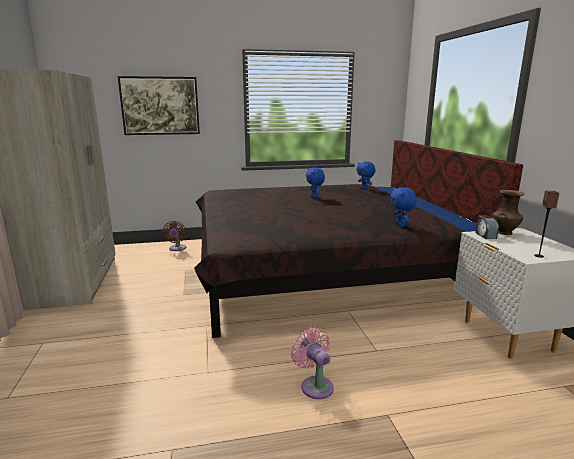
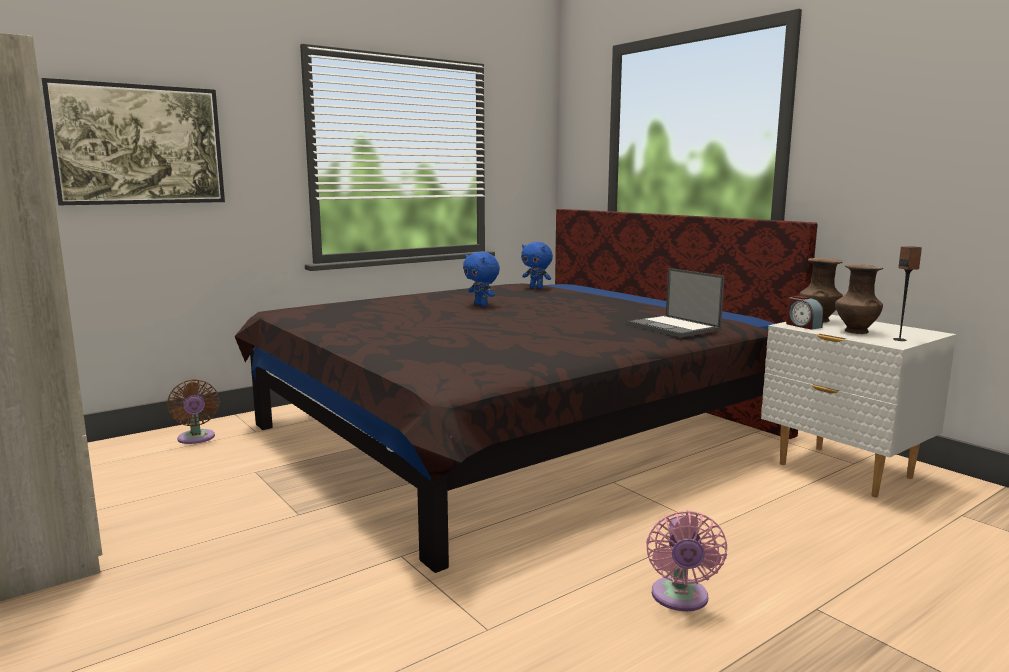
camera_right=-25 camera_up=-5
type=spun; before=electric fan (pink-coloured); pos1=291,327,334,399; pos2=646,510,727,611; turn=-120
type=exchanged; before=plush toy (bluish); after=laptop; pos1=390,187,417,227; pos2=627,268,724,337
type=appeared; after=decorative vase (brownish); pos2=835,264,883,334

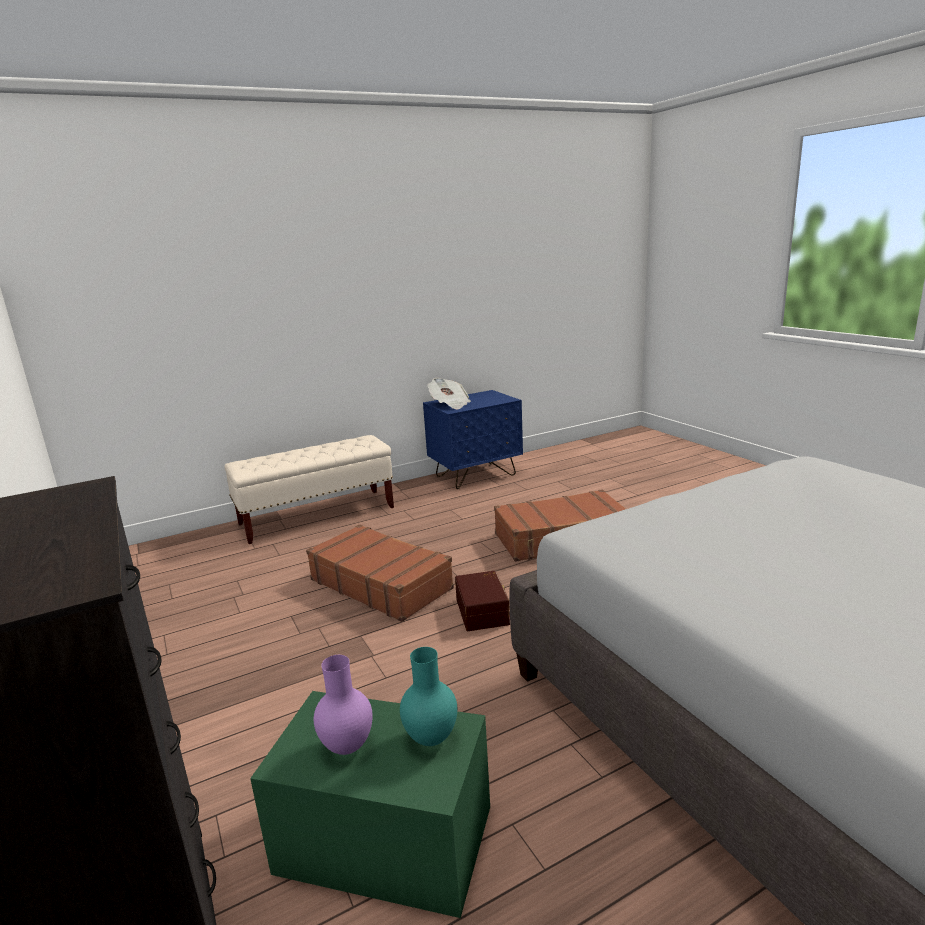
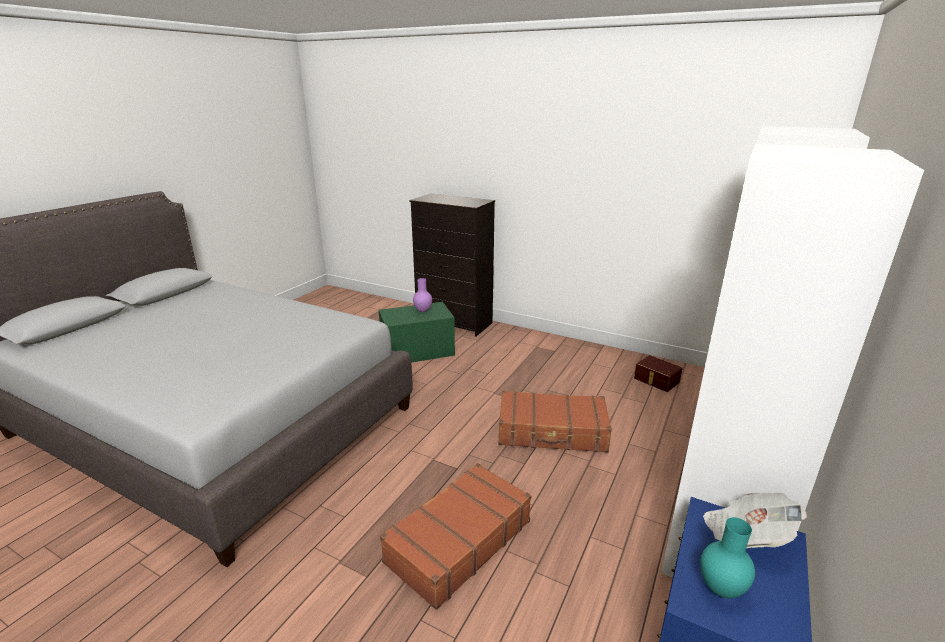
camera_right=145 camera_up=5
type=exchanged; before=long seat (beige); after=wardrobe (white); pos1=225,435,394,544; pos2=661,126,924,578
type=relocated; before=decorative vase (turquoise); pos1=400,647,457,746; pos2=700,517,755,598
type=relocated; before=storage container (brownish); pos1=455,571,510,631; pos2=634,355,682,392

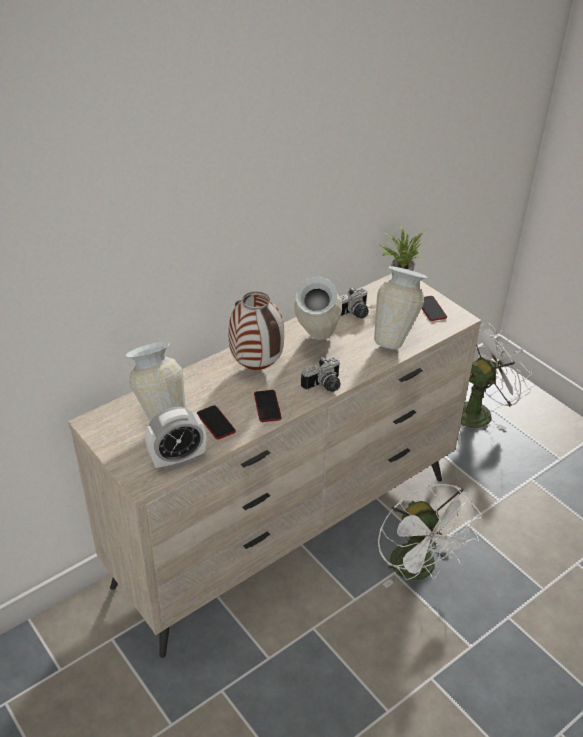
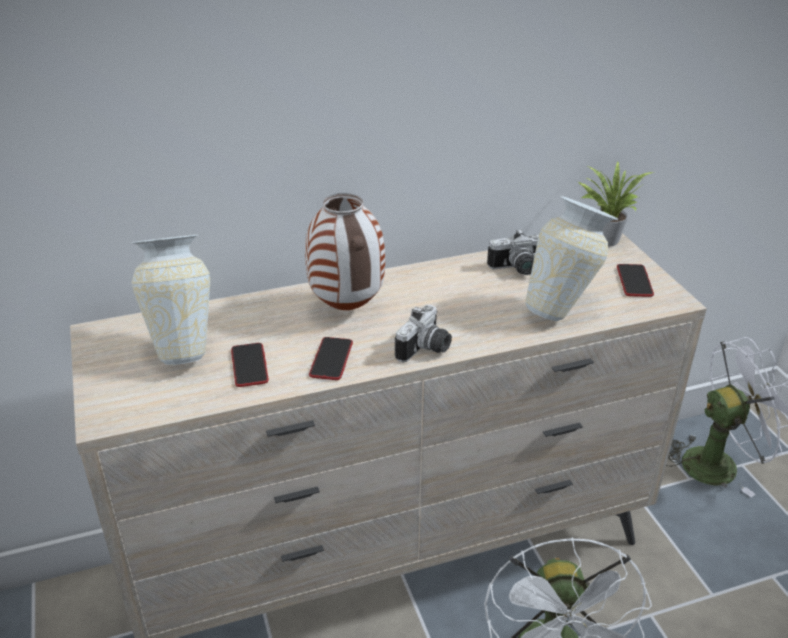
camera_right=20 camera_up=-5
type=missing; before=bedside clock; pos1=145,407,206,470
type=missing; before=decorative vase; pos1=294,277,342,340
type=spun; before=still camera; pos1=301,357,340,392; pos2=395,305,452,362; turn=-45

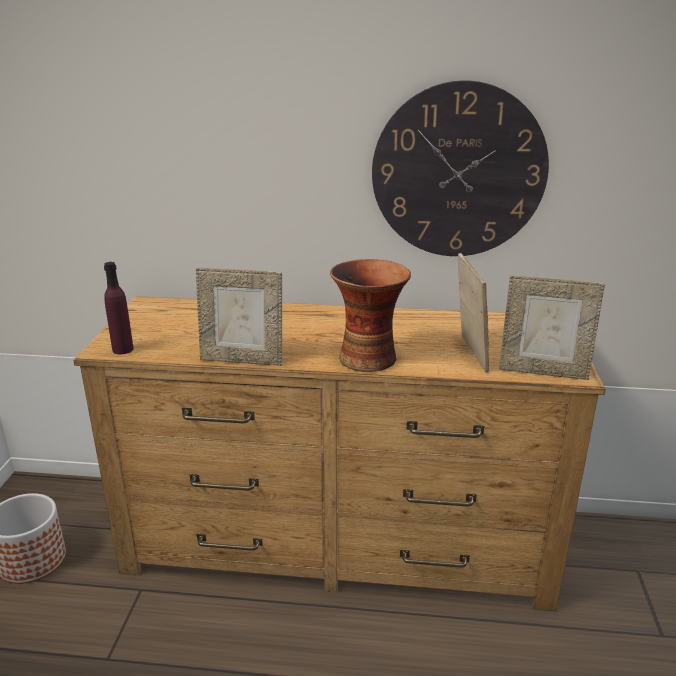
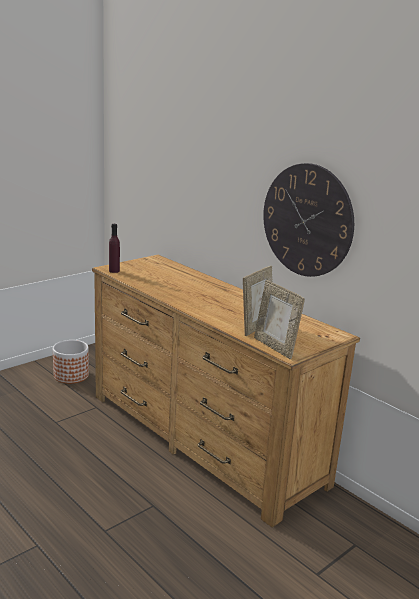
camera_right=40 camera_up=-5
type=missing; before=picture frame; pos1=196,267,282,366
type=missing; before=decorative vase; pos1=330,259,411,372

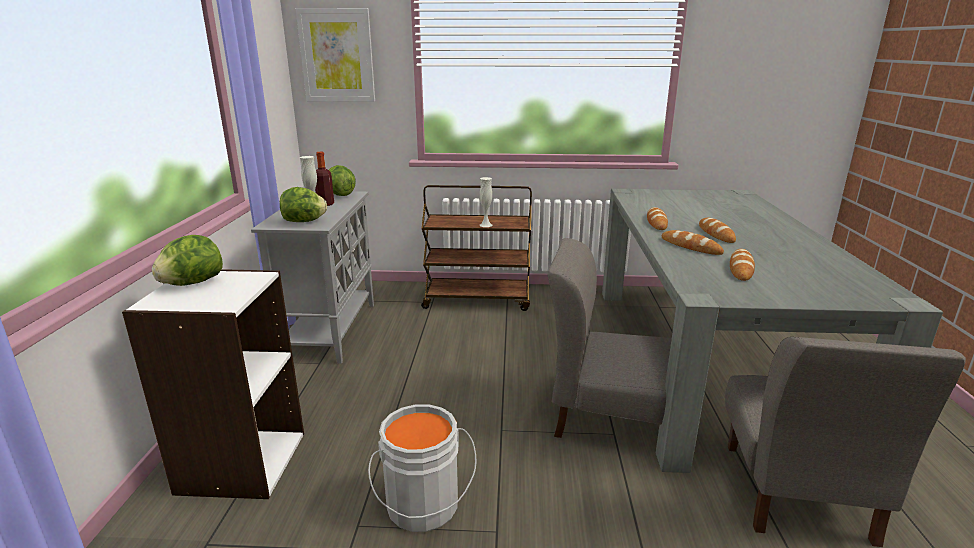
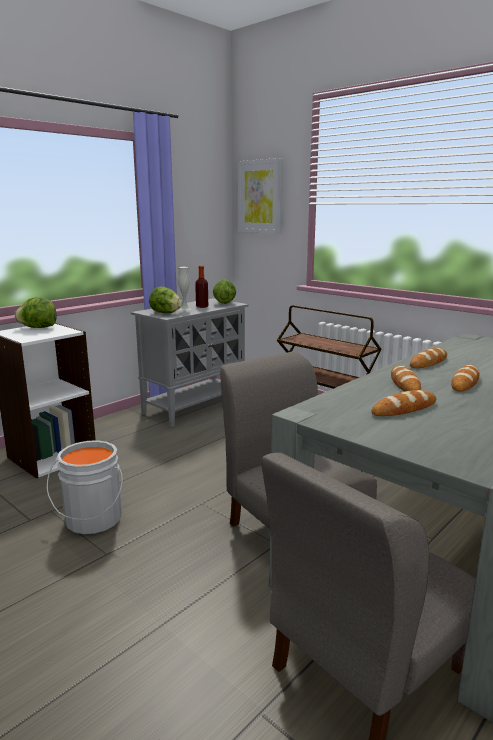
camera_right=40 camera_up=-5
type=missing; before=decorative vase (white); pos1=479,177,493,227

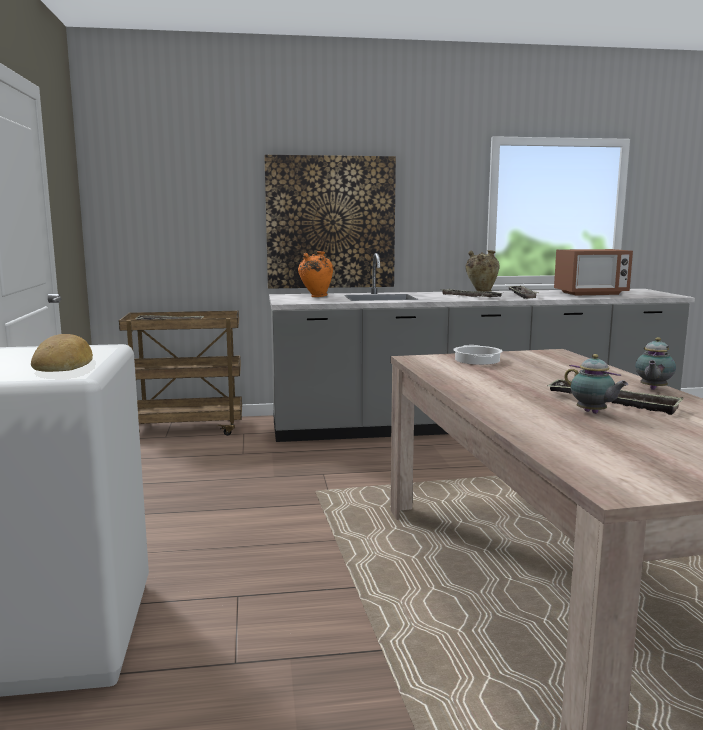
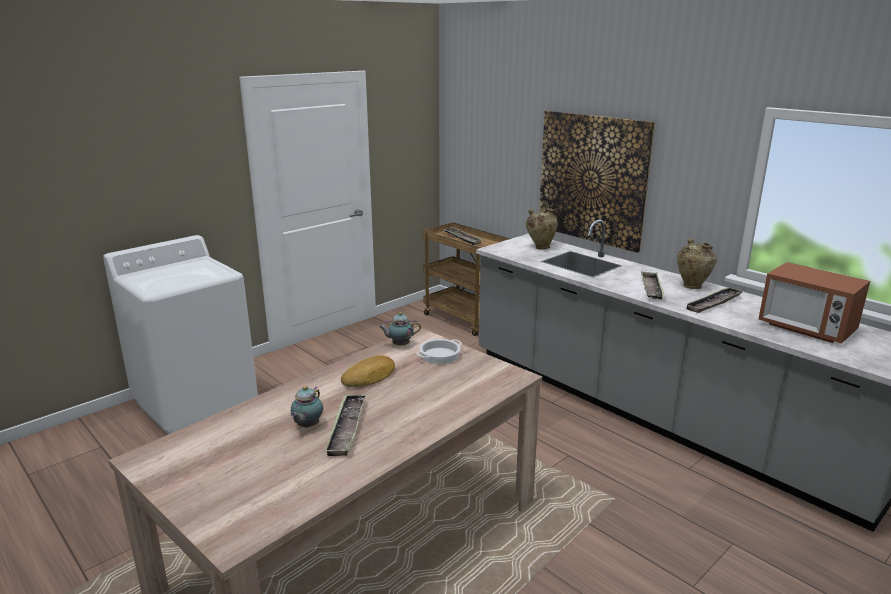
camera_right=55 camera_up=10
type=relocated; before=baked bread; pos1=31,334,93,372; pos2=341,355,395,388
type=colour; before=decorative vase (orange-coloured); after=decorative vase (beige); pos1=298,251,333,297; pos2=526,208,558,249
type=relocated; before=teapot; pos1=635,337,676,390; pos2=378,312,421,345

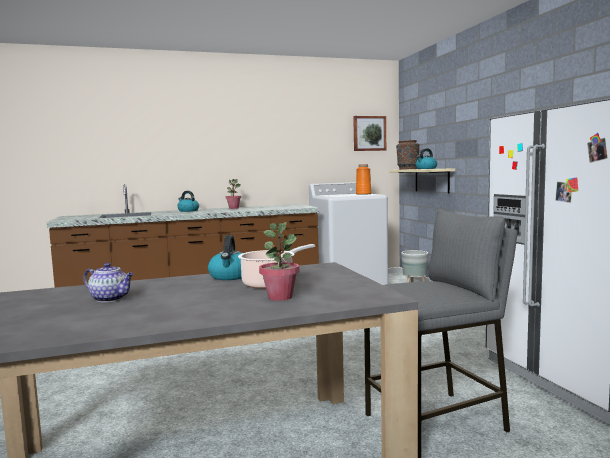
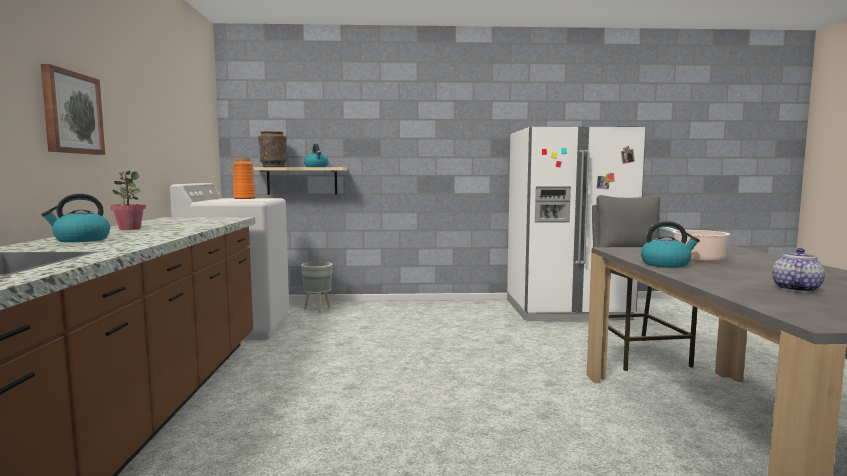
camera_right=-75 camera_up=0
type=missing; before=plant in a pot; pos1=259,222,299,301
type=relocated; before=wall art; pos1=353,116,386,151; pos2=41,64,105,155

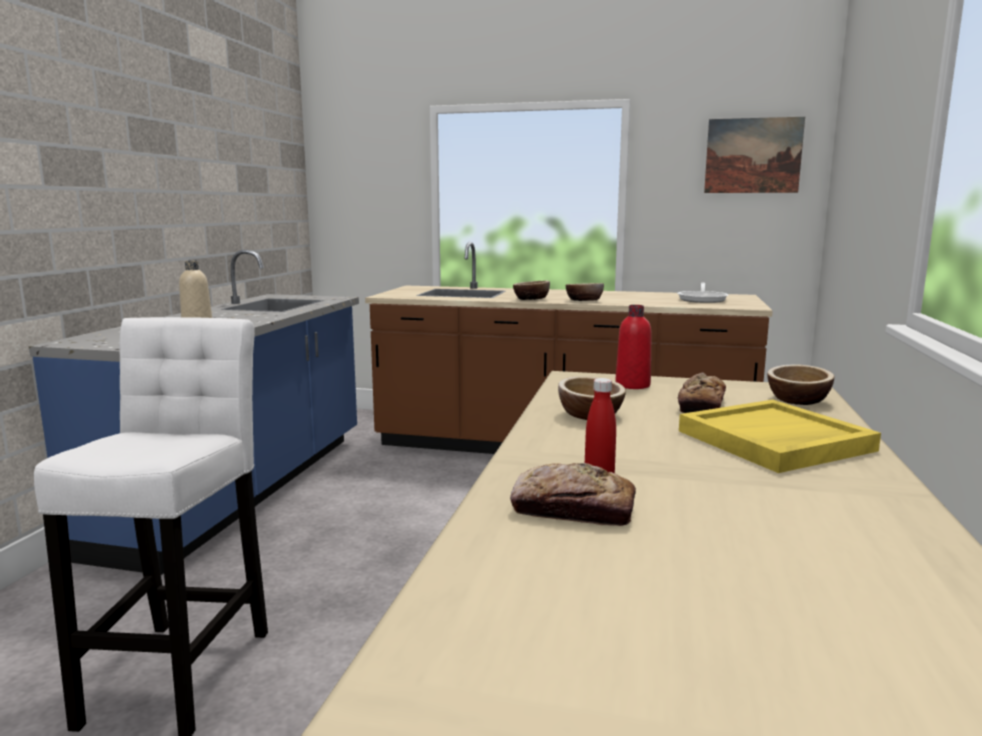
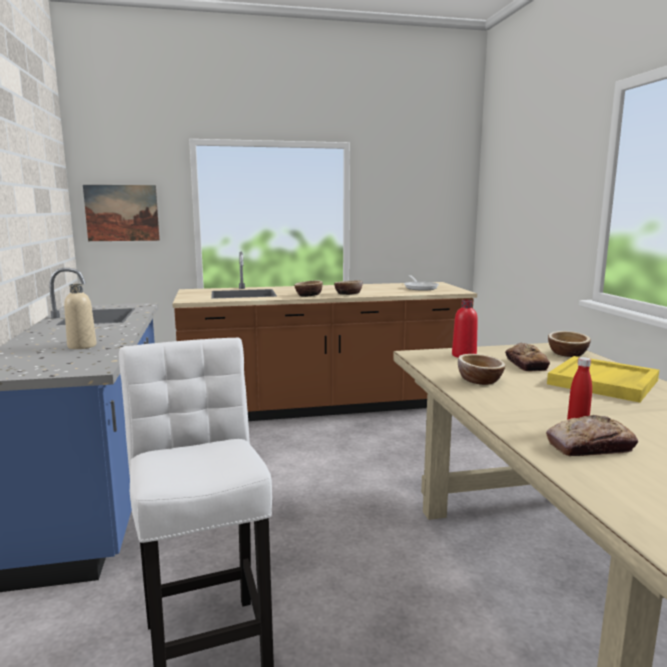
camera_right=-25 camera_up=0
type=relocated; before=wall art; pos1=704,117,805,193; pos2=83,185,160,241

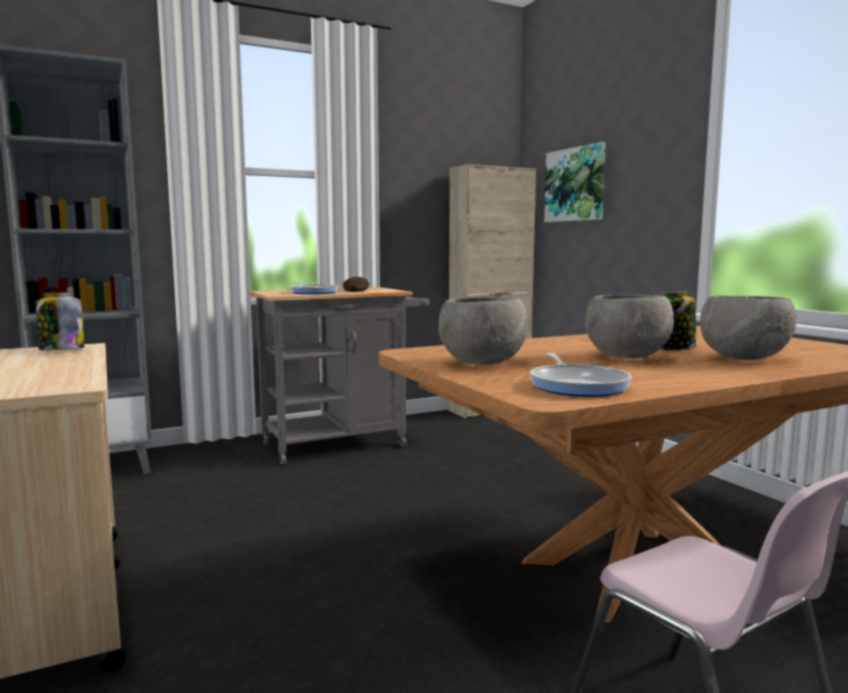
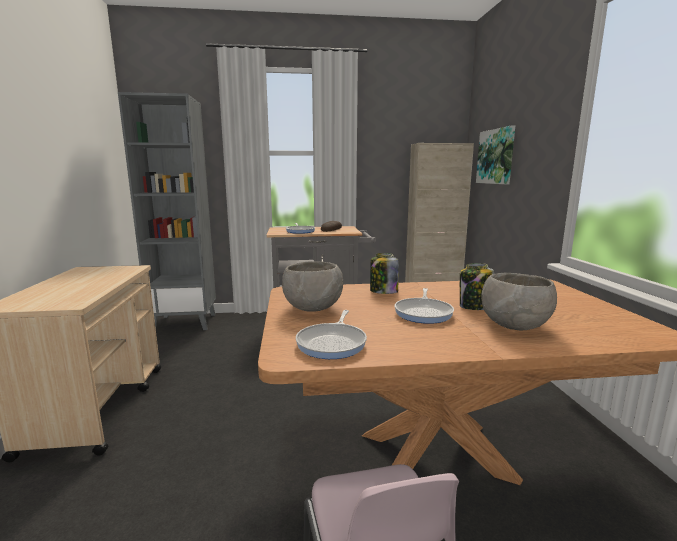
camera_right=20 camera_up=5
type=relocated; before=storage jar; pos1=35,292,84,350; pos2=370,253,399,294
type=exchanged; before=serving bowl (gray); after=frying pan; pos1=585,295,674,358; pos2=395,288,454,324

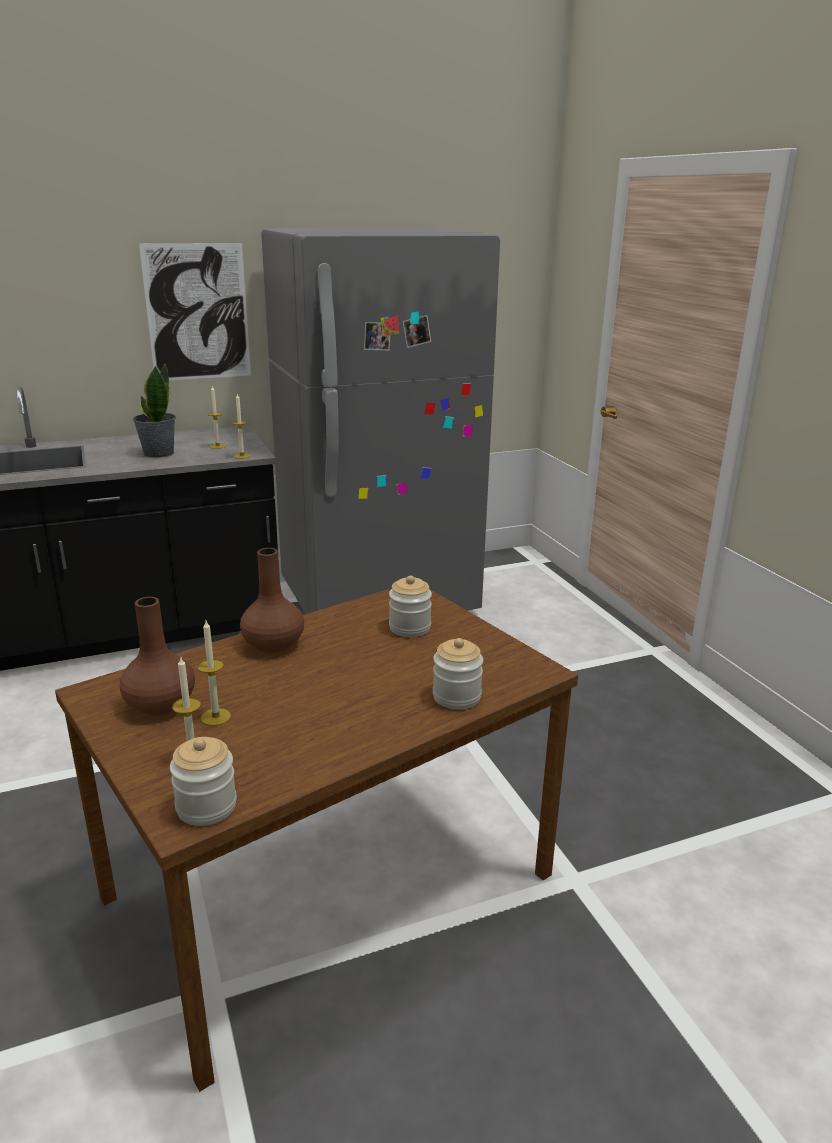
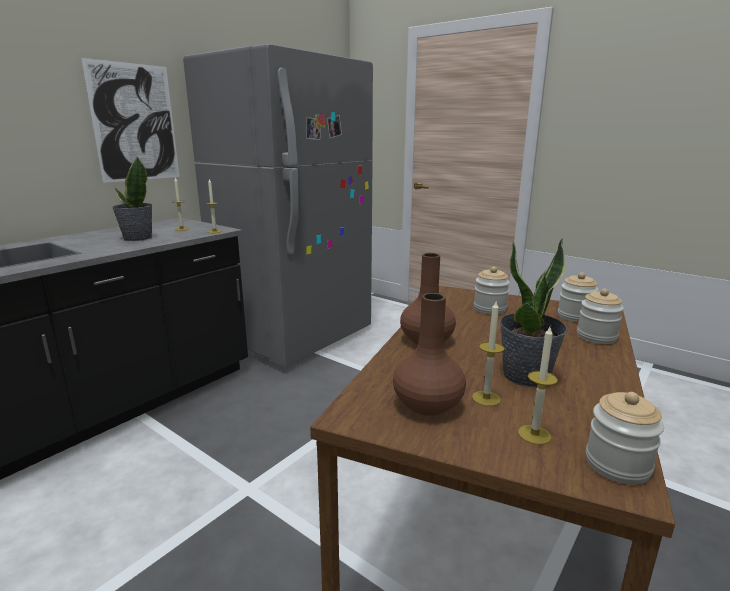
camera_right=-30 camera_up=-5
type=appeared; after=plant in a pot; pos2=500,239,568,387
type=appeared; after=storage jar; pos2=558,272,599,322

